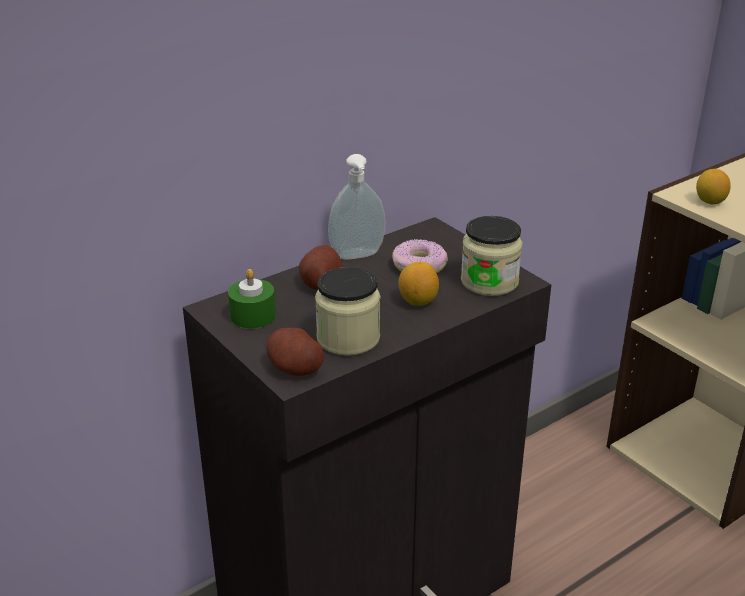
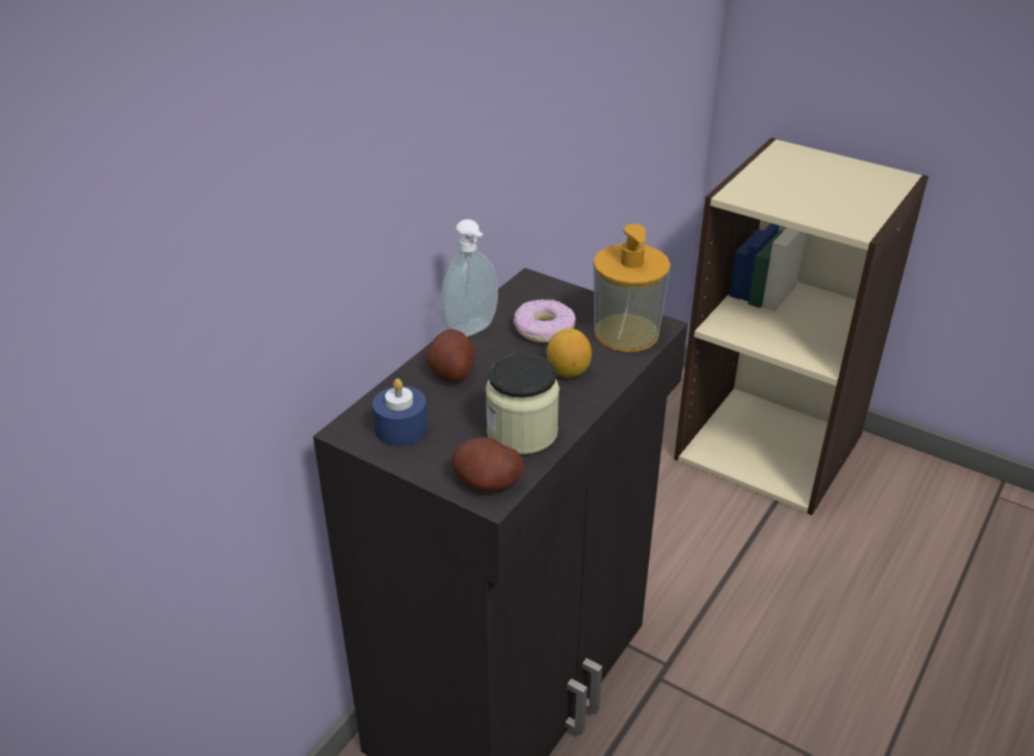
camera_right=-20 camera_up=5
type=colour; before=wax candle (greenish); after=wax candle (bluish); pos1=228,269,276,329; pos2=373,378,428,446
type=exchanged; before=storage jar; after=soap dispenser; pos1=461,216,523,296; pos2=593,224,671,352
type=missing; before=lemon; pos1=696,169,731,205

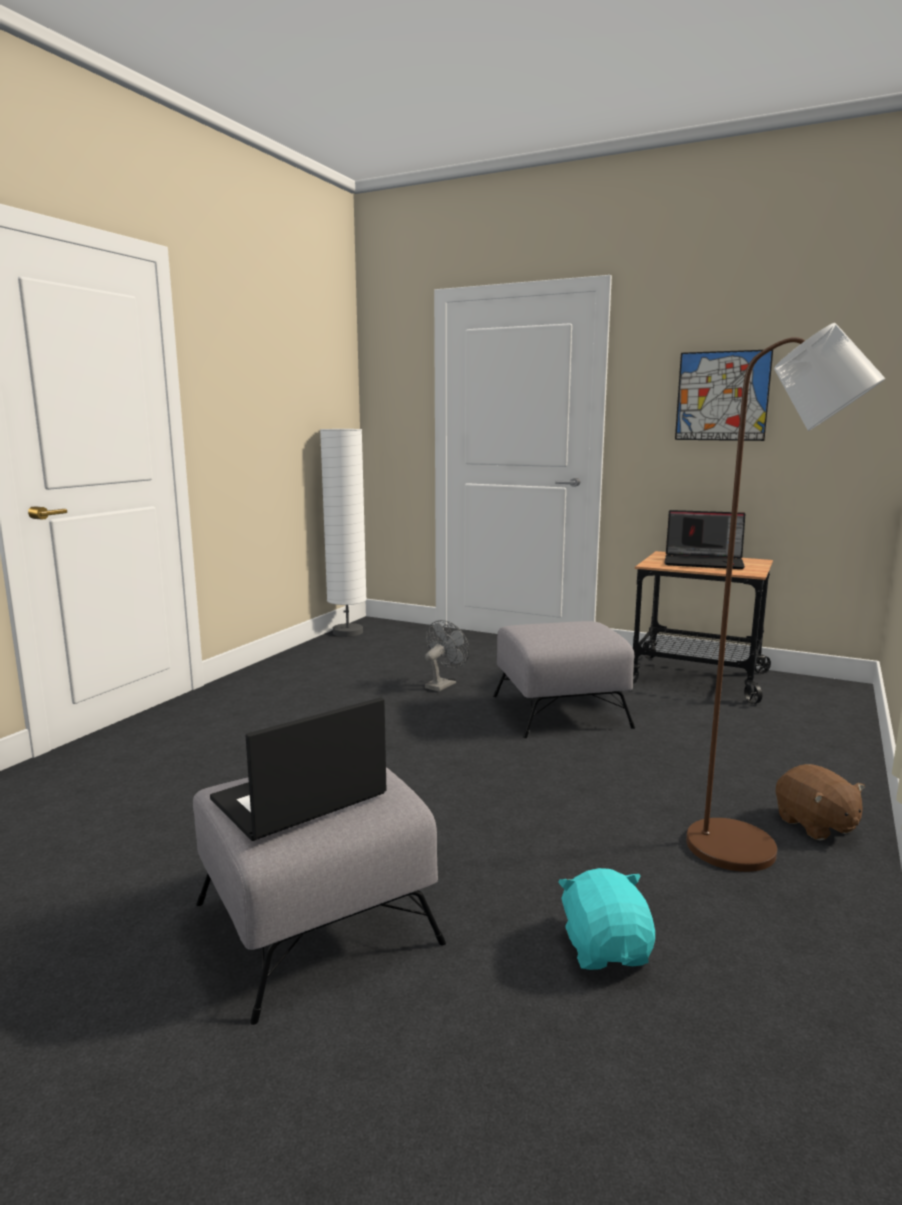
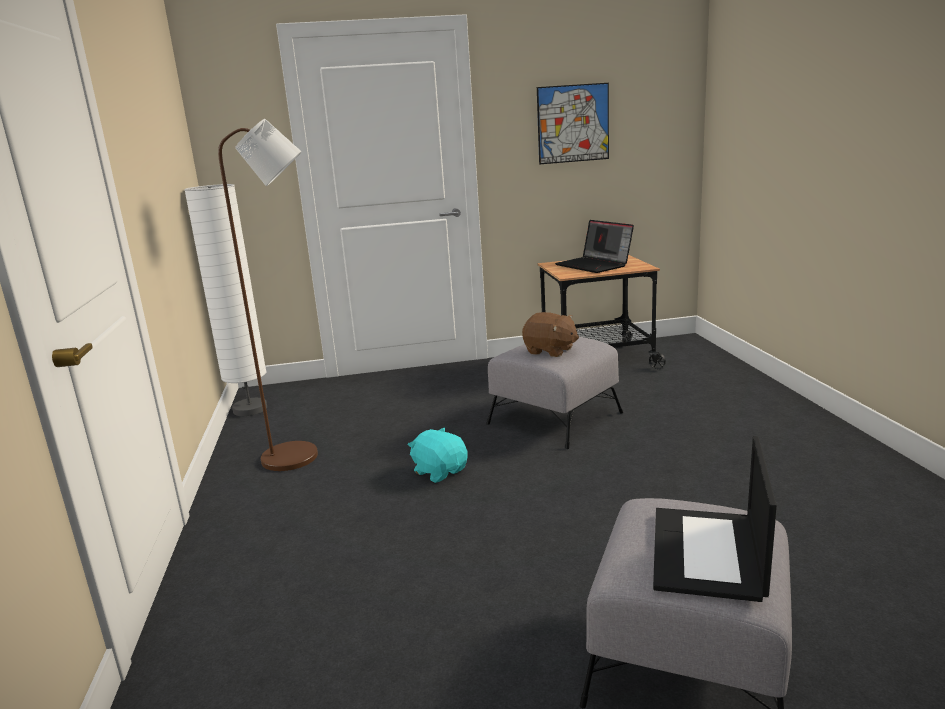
camera_right=-35 camera_up=5
type=missing; before=electric fan (gray); pos1=425,620,469,692
type=relocated; before=plush toy (turquoise); pos1=558,868,655,970; pos2=408,428,468,483
type=spun; before=laptop; pos1=664,510,745,569; pos2=555,220,634,273; turn=75
type=relocated; before=floor lamp (brownish); pos1=686,323,885,872; pos2=218,119,318,471
type=relocated; before=plush toy (brownish); pos1=776,764,865,841; pos2=522,312,579,357

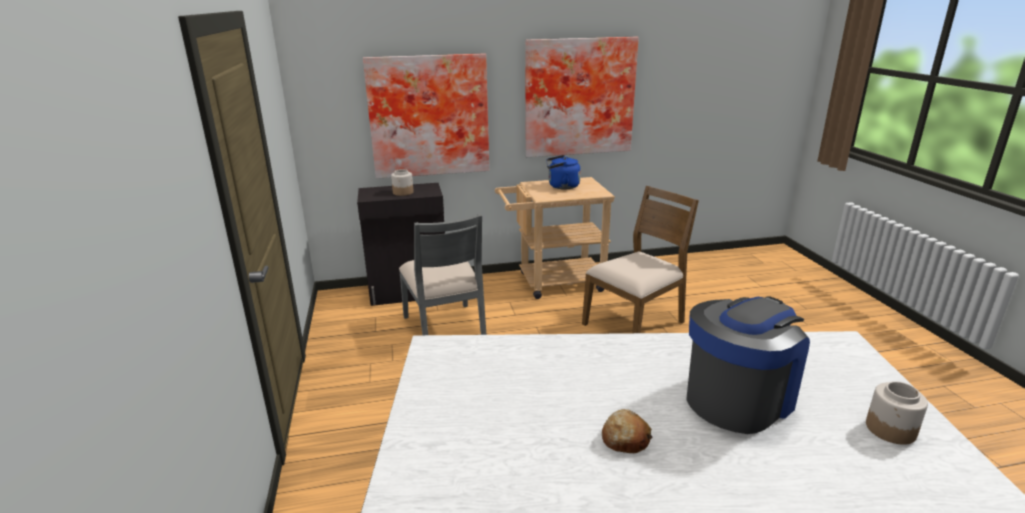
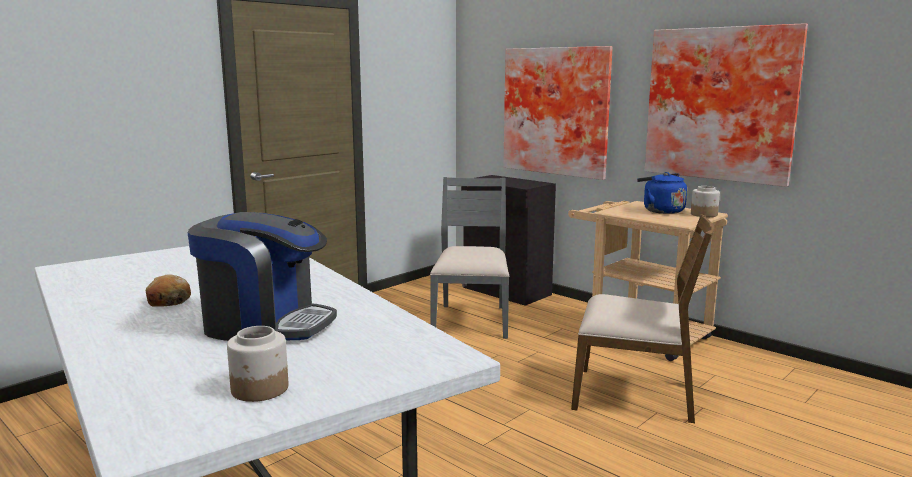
camera_right=55 camera_up=-10
type=relocated; before=storage jar; pos1=391,169,414,196; pos2=691,186,720,217
type=spun; before=chair (gray); pos1=399,214,486,335; pos2=430,177,510,339; turn=150

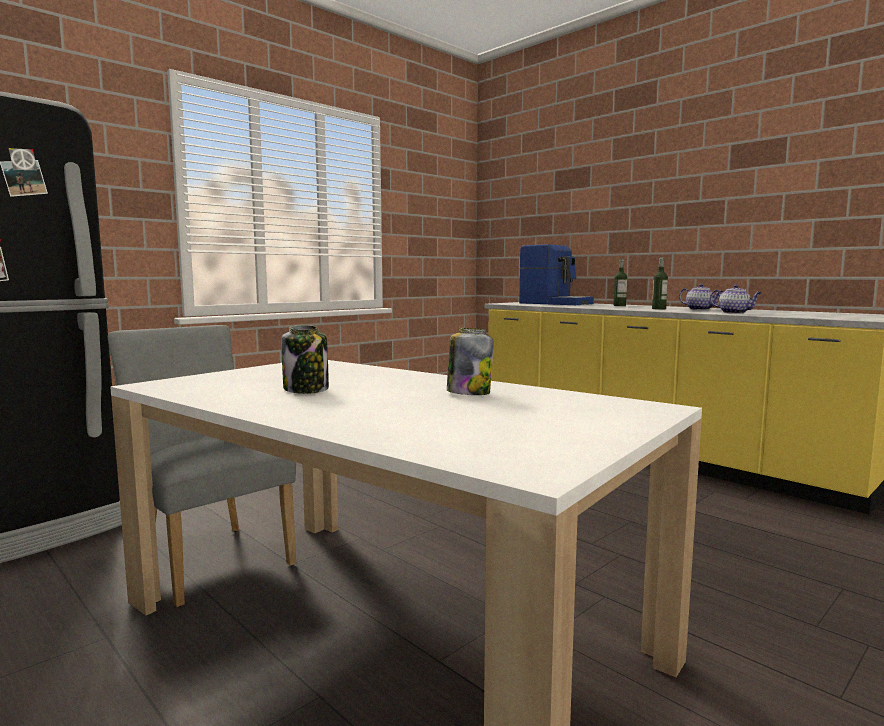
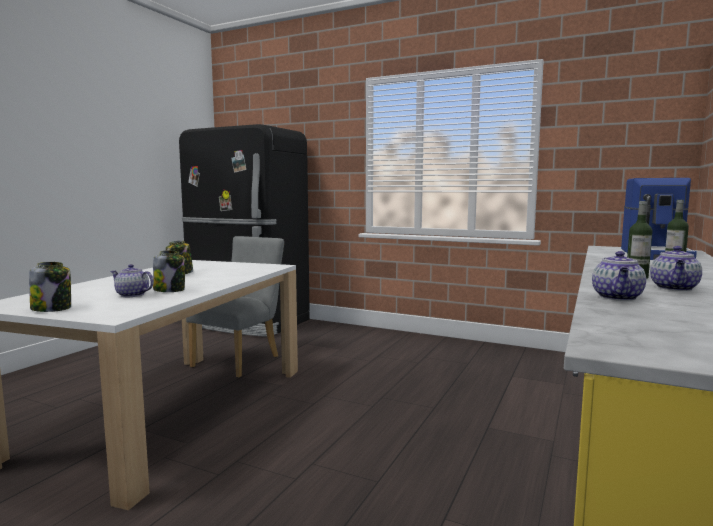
camera_right=70 camera_up=0
type=appeared; after=storage jar; pos2=29,262,71,312
type=appeared; after=teapot; pos2=110,264,154,297

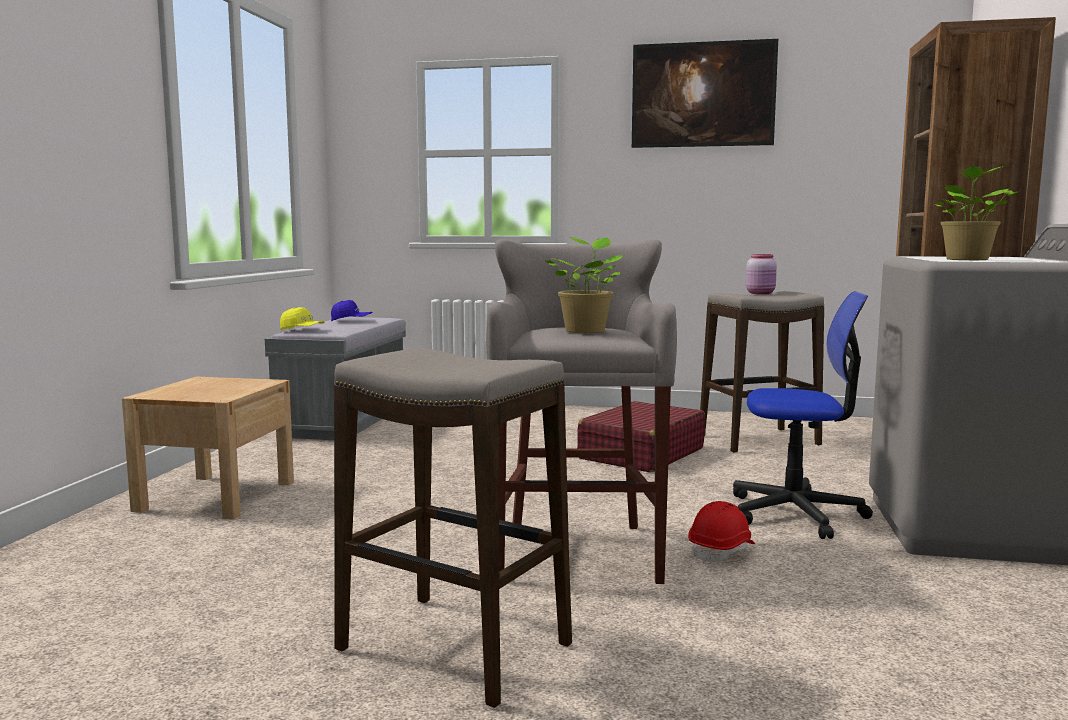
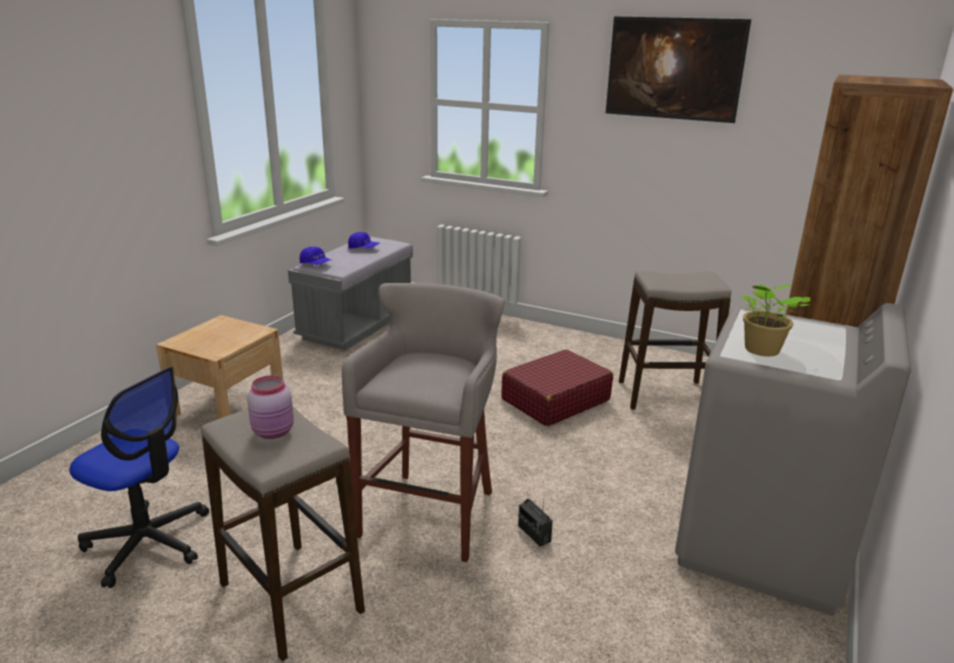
camera_right=15 camera_up=15
type=colour; before=baseball cap (yellow); after=baseball cap (bluish); pos1=280,307,324,330; pos2=300,247,331,265
type=missing; before=plant in a pot; pos1=545,237,623,333
type=exchanged; before=safety helmet (red-coloured); after=radio set; pos1=688,501,755,564; pos2=518,498,553,547
type=relocated; before=desk chair; pos1=733,291,873,539; pos2=70,367,209,588
type=relocated; before=storage jar (pink-coloured); pos1=746,254,777,294; pos2=247,375,294,439

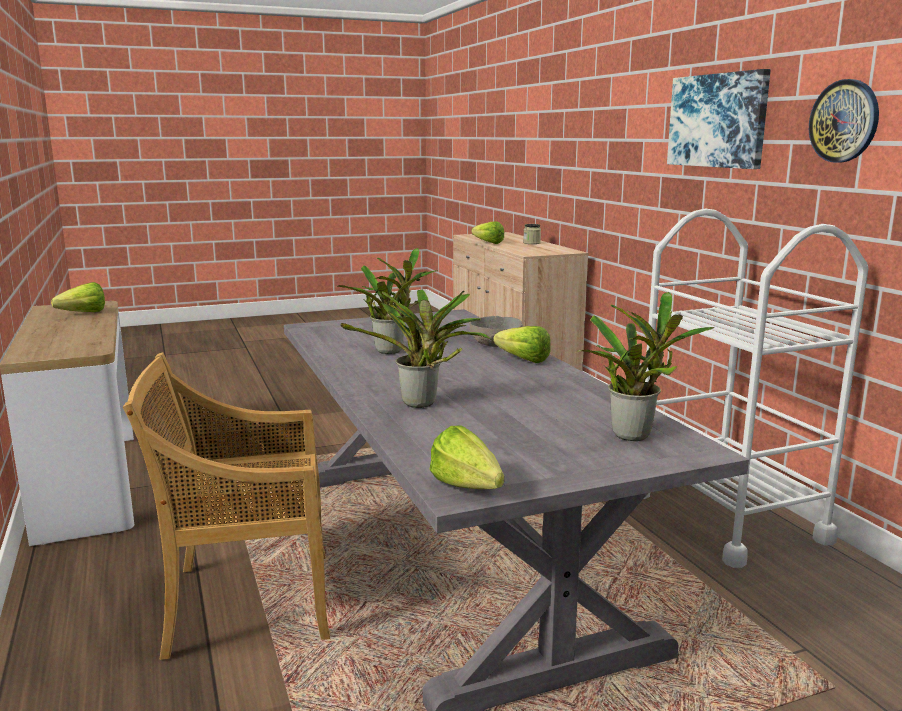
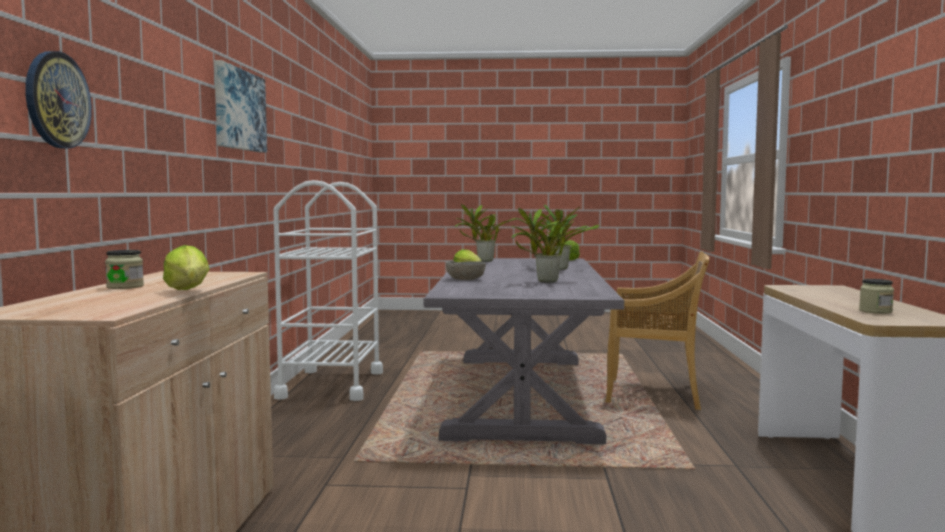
camera_right=-155 camera_up=-10
type=exchanged; before=head of lettuce; after=storage jar; pos1=51,282,105,312; pos2=859,279,894,314
type=relocated; before=clock on the wall; pos1=809,79,879,163; pos2=25,51,92,148

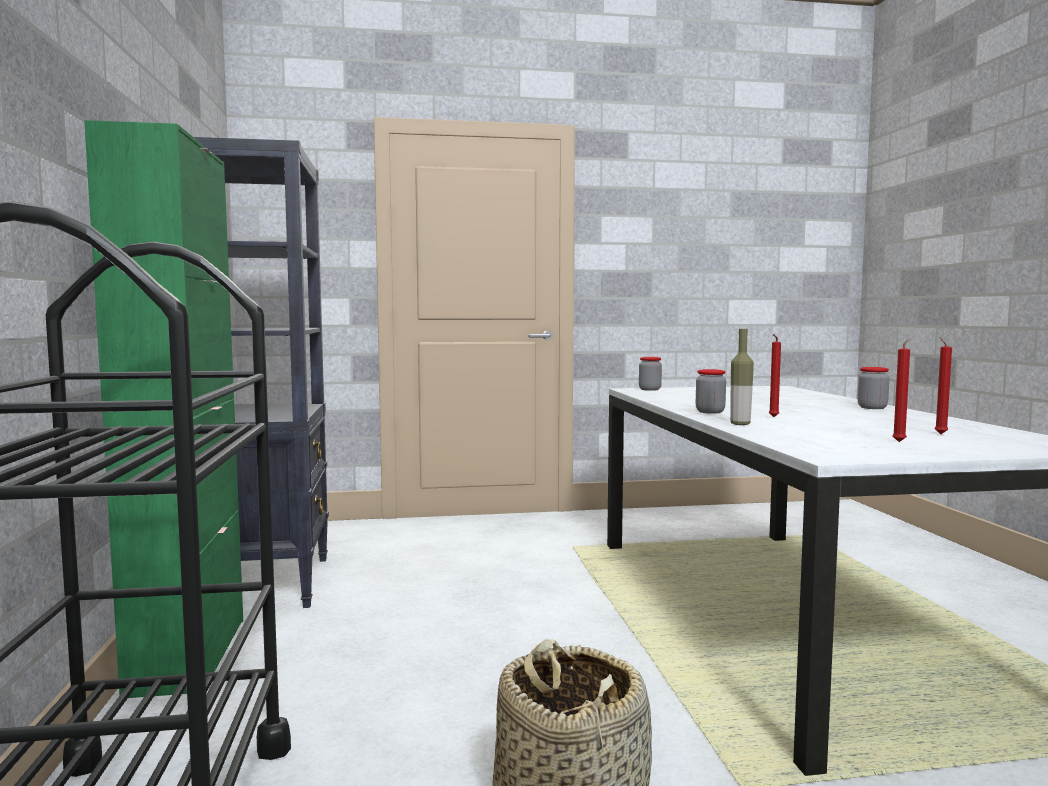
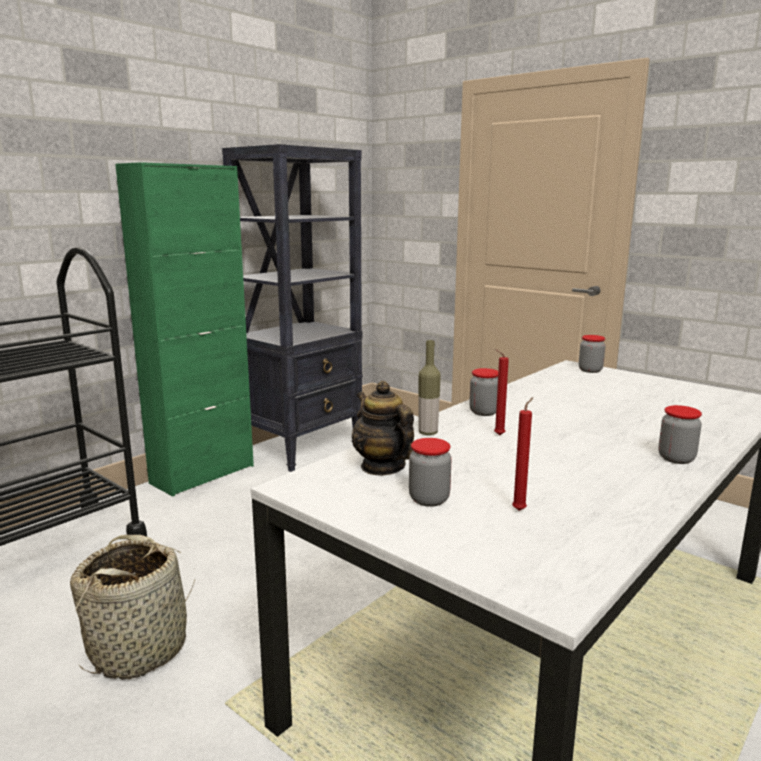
camera_right=50 camera_up=10
type=exchanged; before=wax candle (red-coloured); after=storage jar; pos1=892,338,910,442; pos2=409,438,452,507
type=appeared; after=teapot; pos2=352,381,414,475

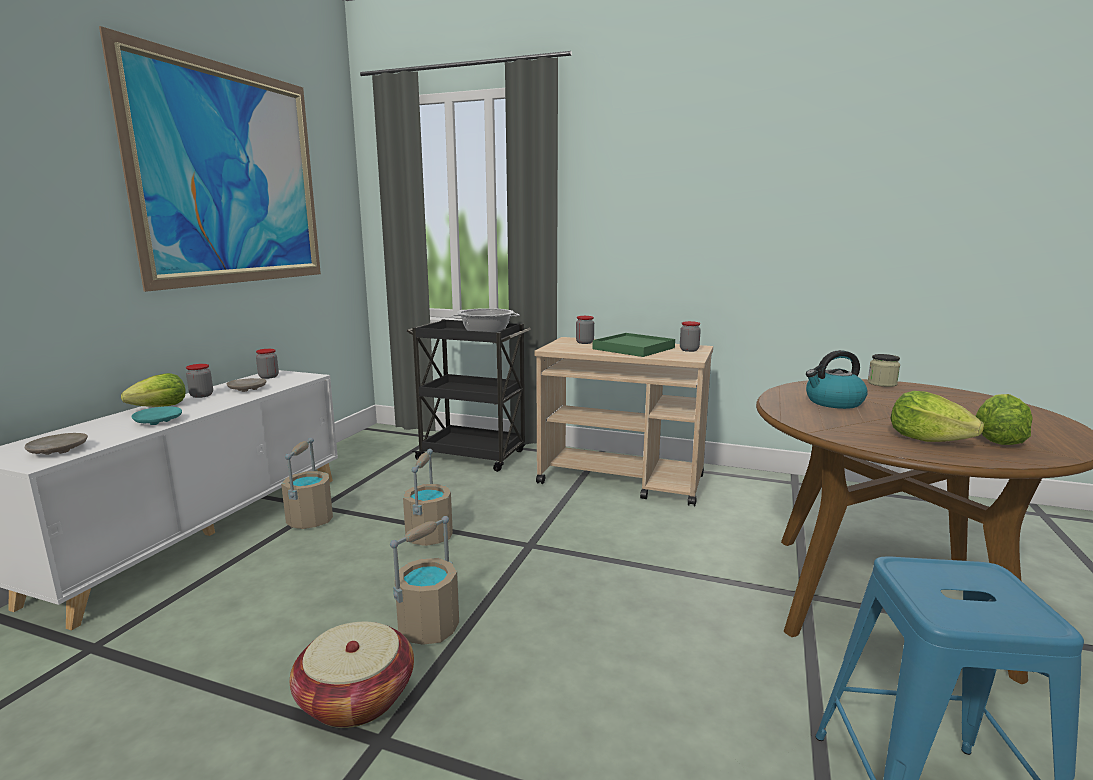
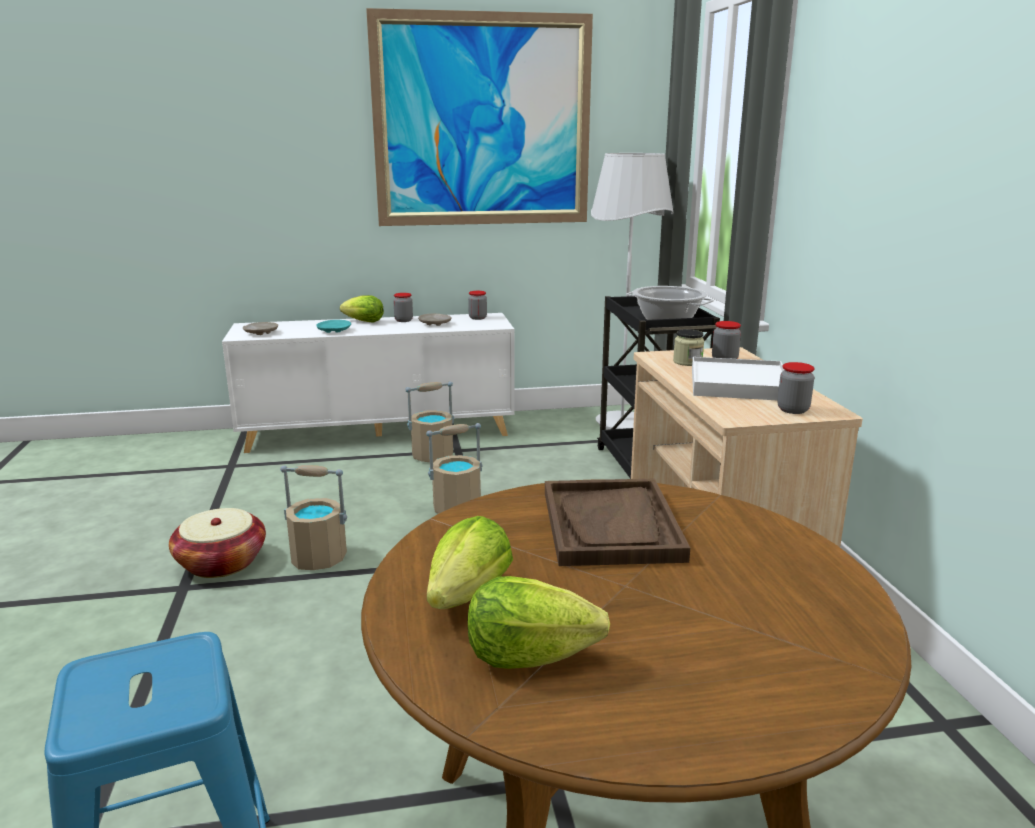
camera_right=60 camera_up=5
type=colour; before=carrying tray (greenish); after=carrying tray (white); pos1=593,333,675,357; pos2=692,357,784,400
type=exchanged; before=kettle; after=carrying tray (brownish); pos1=806,350,868,409; pos2=545,479,690,566
type=relocated; before=storage jar; pos1=868,354,900,387; pos2=673,329,704,366
type=appeared; after=floor lamp (white); pos2=591,153,674,430

